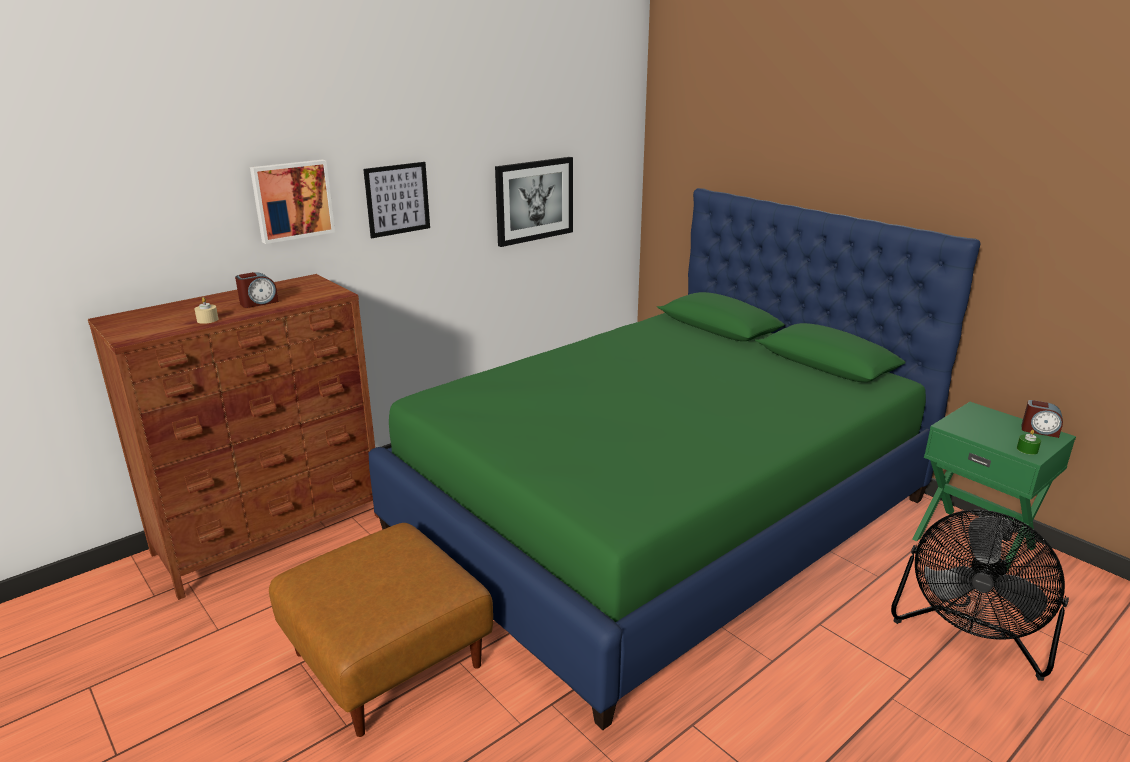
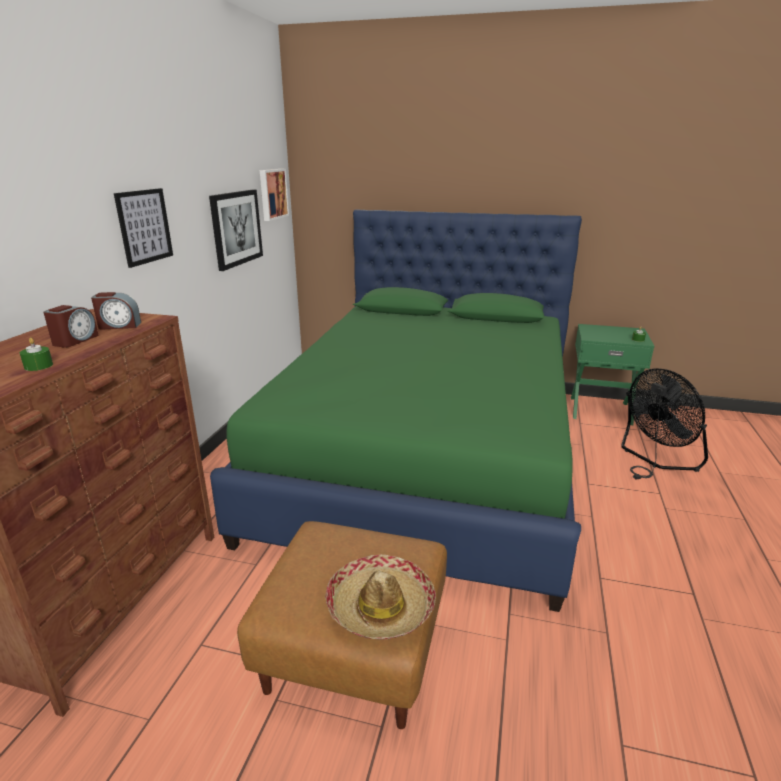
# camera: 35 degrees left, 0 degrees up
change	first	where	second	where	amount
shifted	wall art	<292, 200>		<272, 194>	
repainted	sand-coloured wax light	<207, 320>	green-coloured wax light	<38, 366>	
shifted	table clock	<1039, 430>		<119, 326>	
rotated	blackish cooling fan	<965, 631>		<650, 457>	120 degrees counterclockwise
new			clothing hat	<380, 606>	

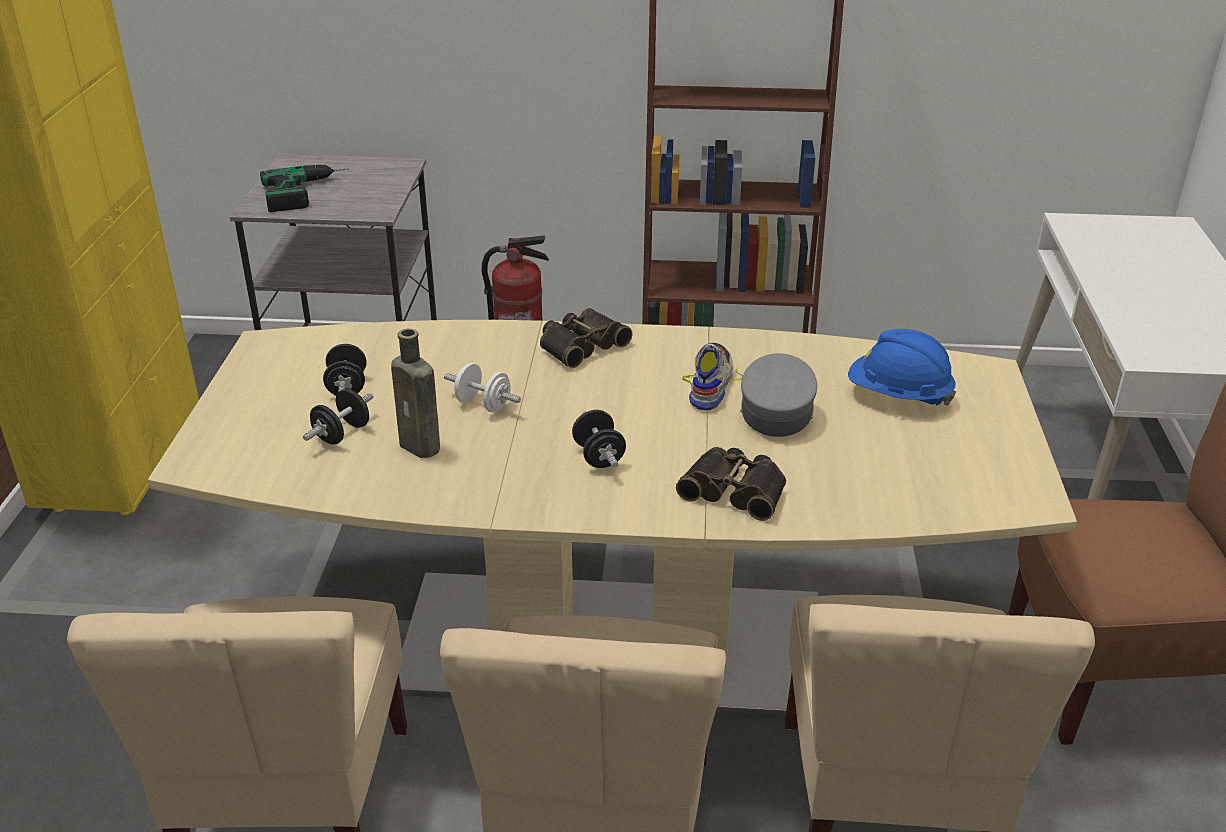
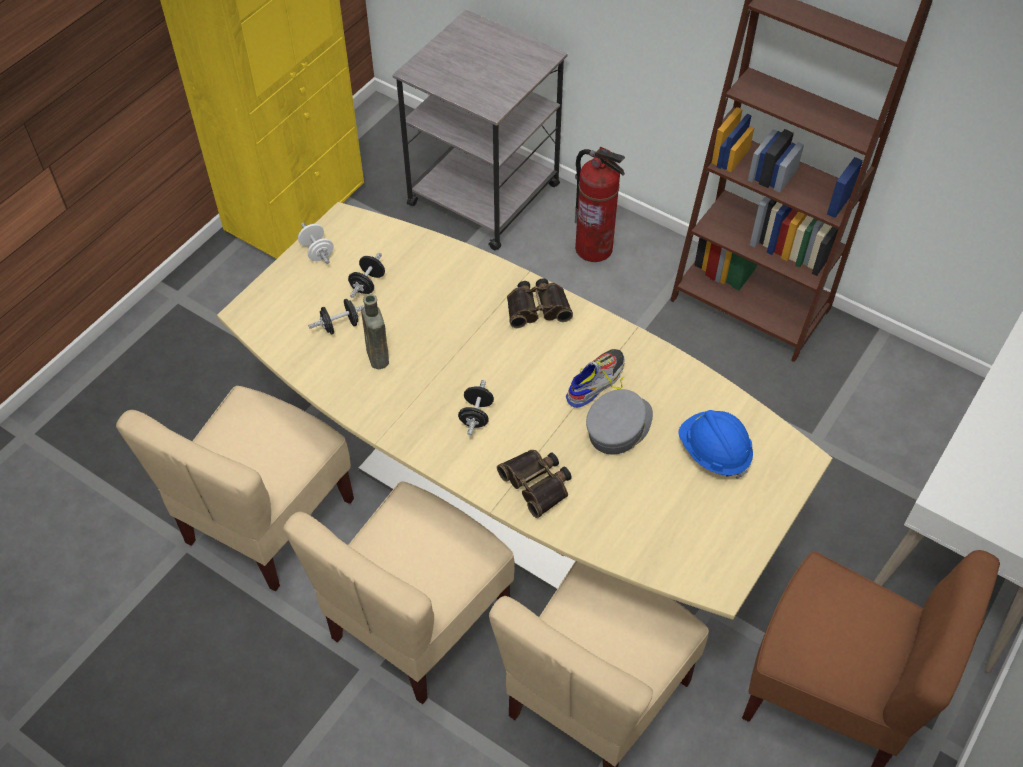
# camera: 30 degrees right, 20 degrees up
change	first	where	second	where	amount
gone	electric drill	<309, 192>			
shifted	white-coloured free weight	<483, 404>		<317, 252>	

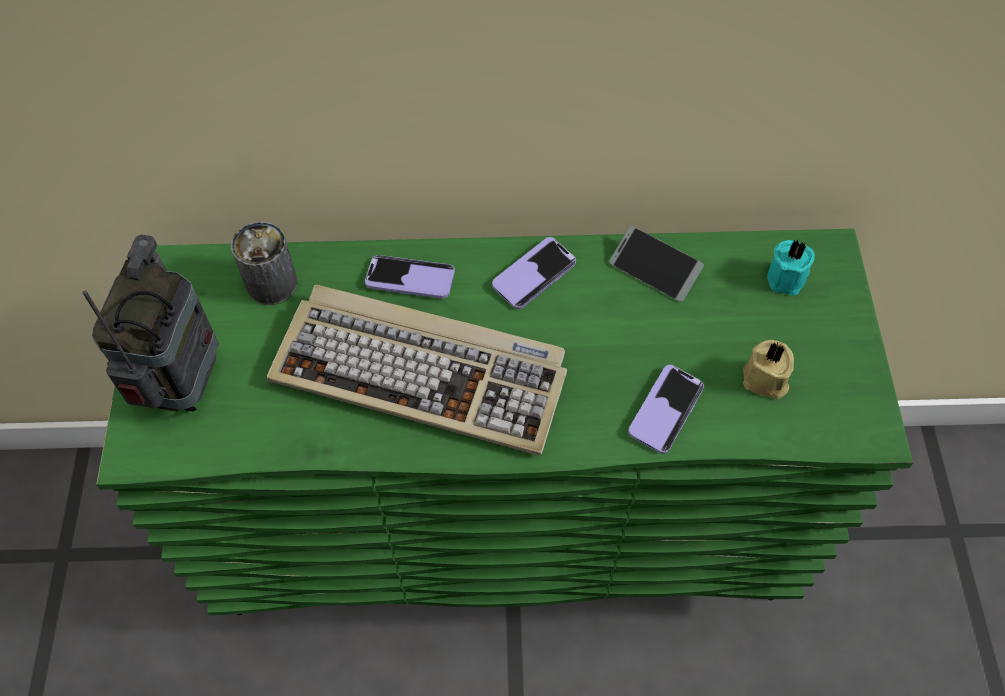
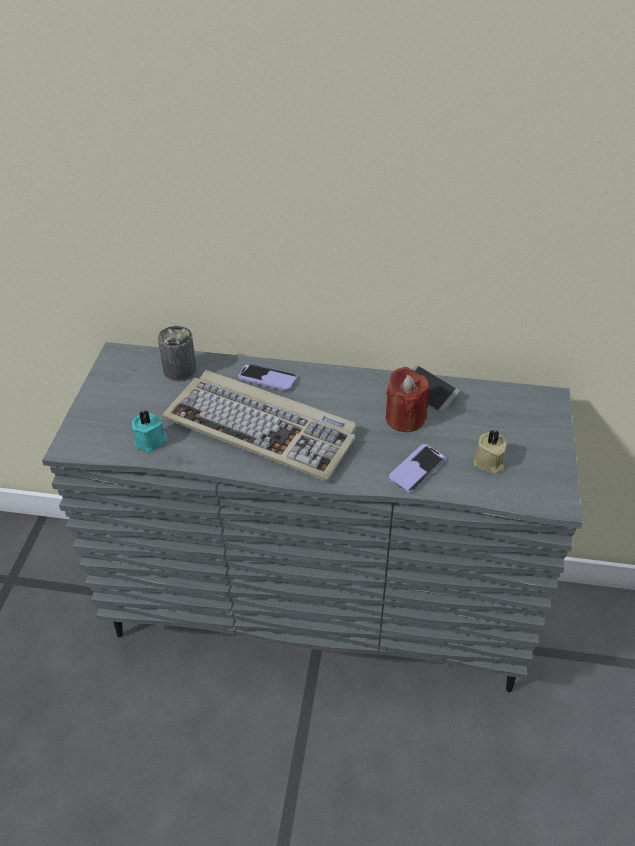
# camera: 10 degrees right, 15 degrees down
change	first	where	second	where	amount
repainted	green-coloured dresser	<504, 533>	grey dresser	<318, 614>	
gone	radio receiver	<183, 383>			
gone	phone	<534, 274>			
shifted	turquoise-coloured wax light	<788, 277>		<151, 441>	
new			reddish wax light	<405, 418>	

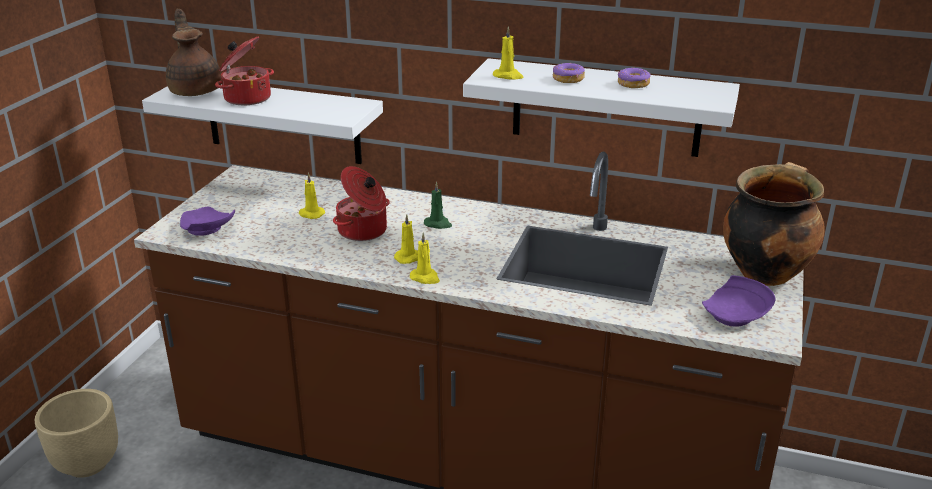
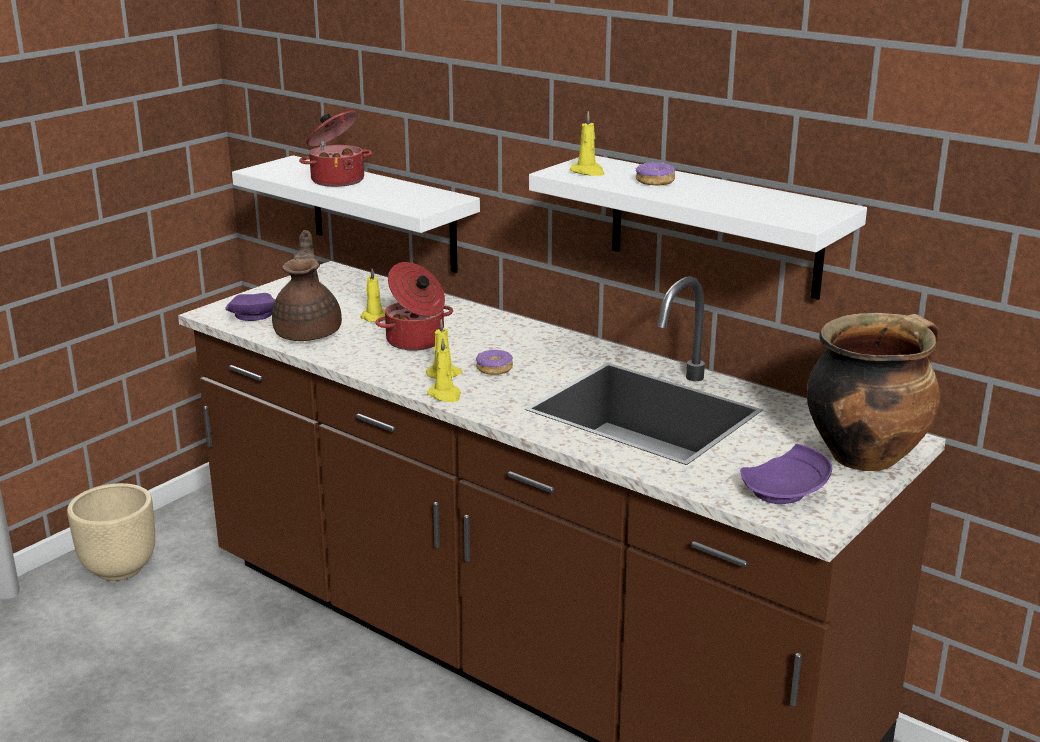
# camera: 20 degrees right, 5 degrees down
change	first	where	second	where	amount
shifted	brown-coloured teapot	<196, 90>		<309, 332>	
shifted	ring doughnut	<633, 84>		<494, 369>	
gone	green-coloured wax light	<438, 224>			

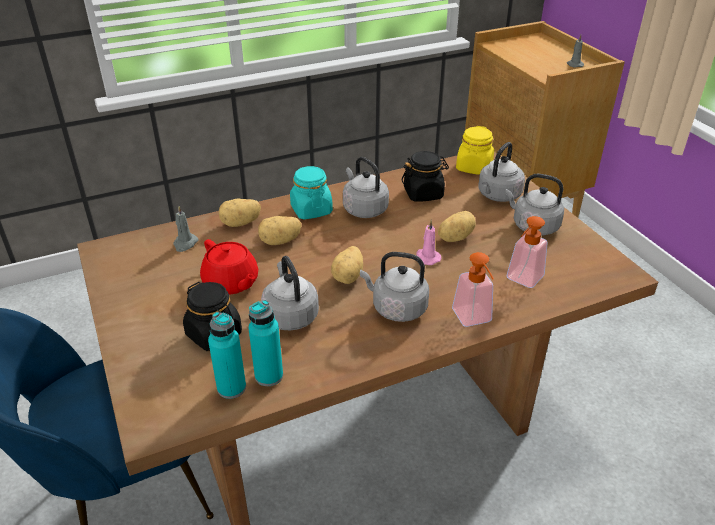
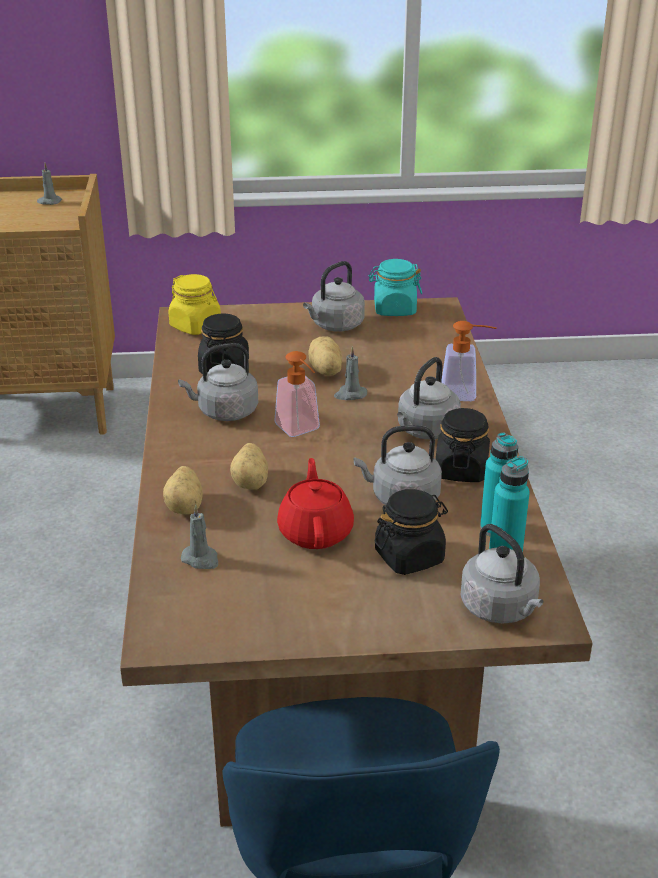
# camera: 70 degrees left, 5 degrees down
change	first	where	second	where	amount
shifted	grey water kettle	<498, 196>		<501, 609>	
shifted	turquoise-coloured storage jar	<311, 210>		<394, 309>	
shifted	liquid soap bottle	<521, 280>		<301, 430>	
repainted	pink wax light	<427, 257>	grey wax light	<350, 394>	
rotated	reddish teapot	<231, 283>		<316, 531>	75 degrees counterclockwise
gone	spud	<349, 276>			
new			blackish storage jar	<461, 470>	

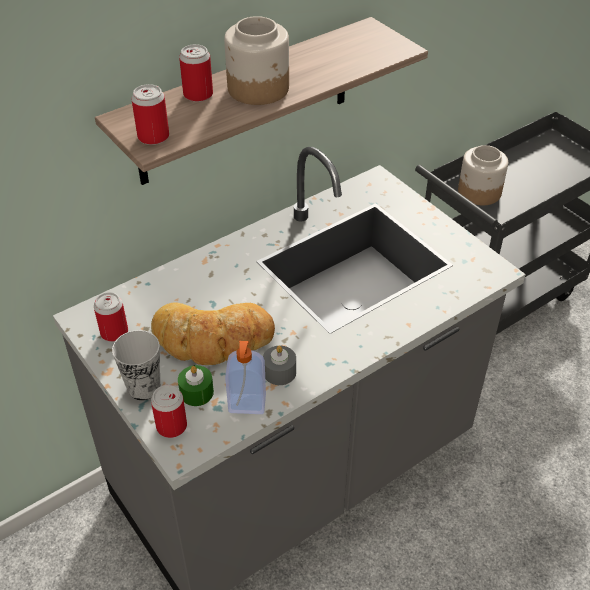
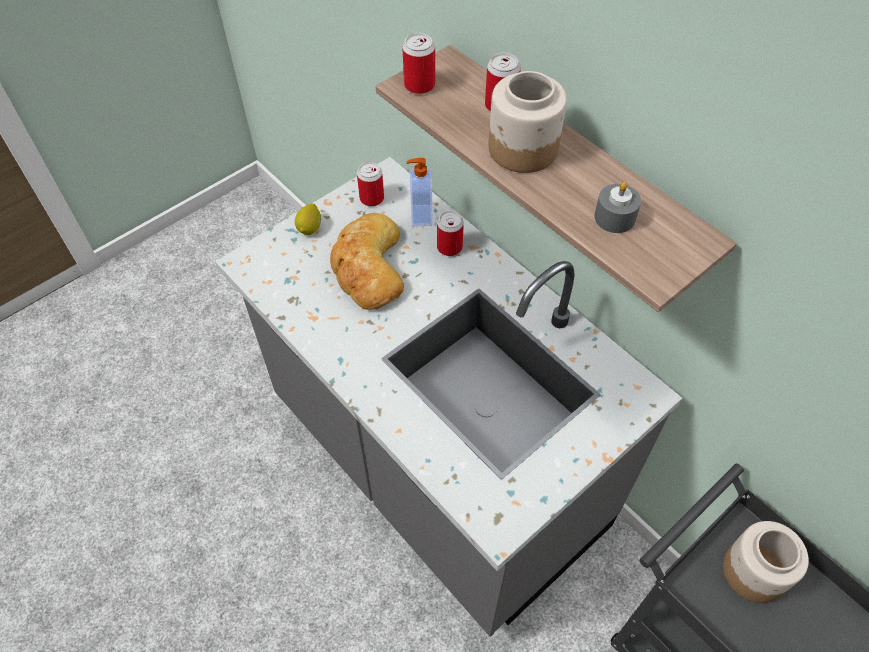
# camera: 85 degrees right, 10 degrees up
change	first	where	second	where	amount
swapped	small cup	<144, 387>	citrus fruit	<310, 228>	
shifted	liquid soap bottle	<247, 405>		<420, 216>	
shifted	grey wax light	<279, 372>		<614, 217>	
gone	green-coloured wax light	<196, 392>			
shifted	metal can	<171, 426>		<449, 247>	

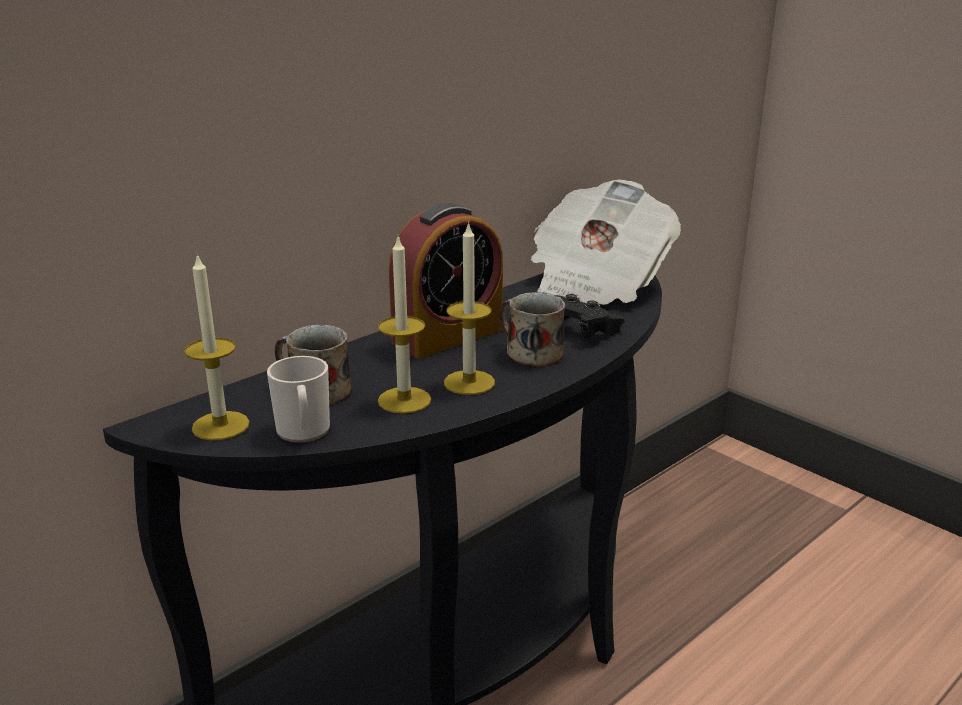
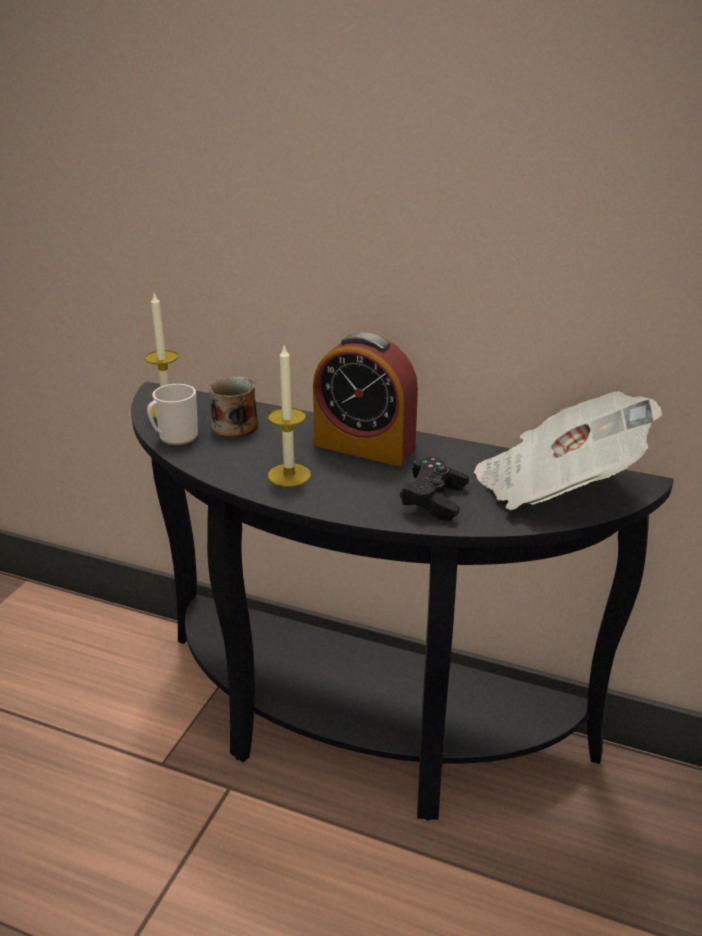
# camera: 65 degrees right, 5 degrees up
change	first	where	second	where	amount
gone	wax light	<404, 400>			
gone	mug	<531, 353>			

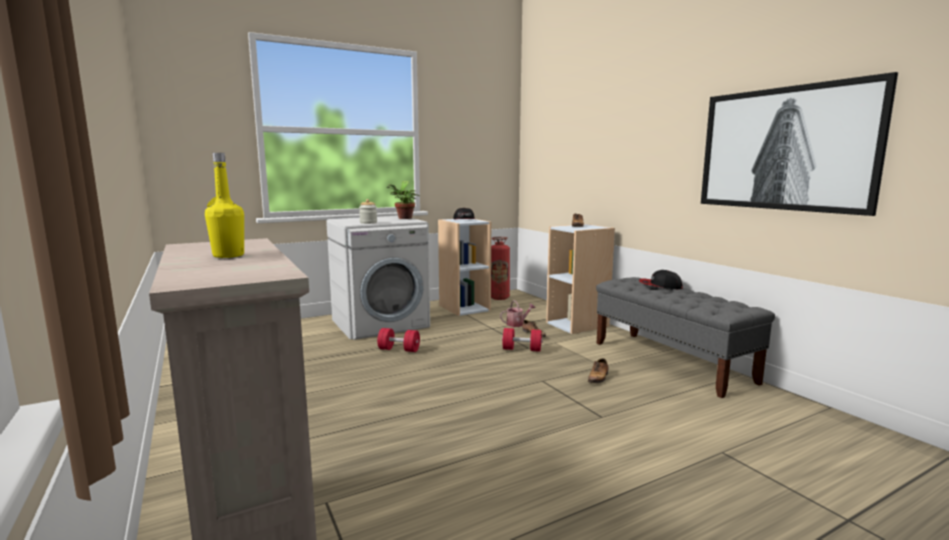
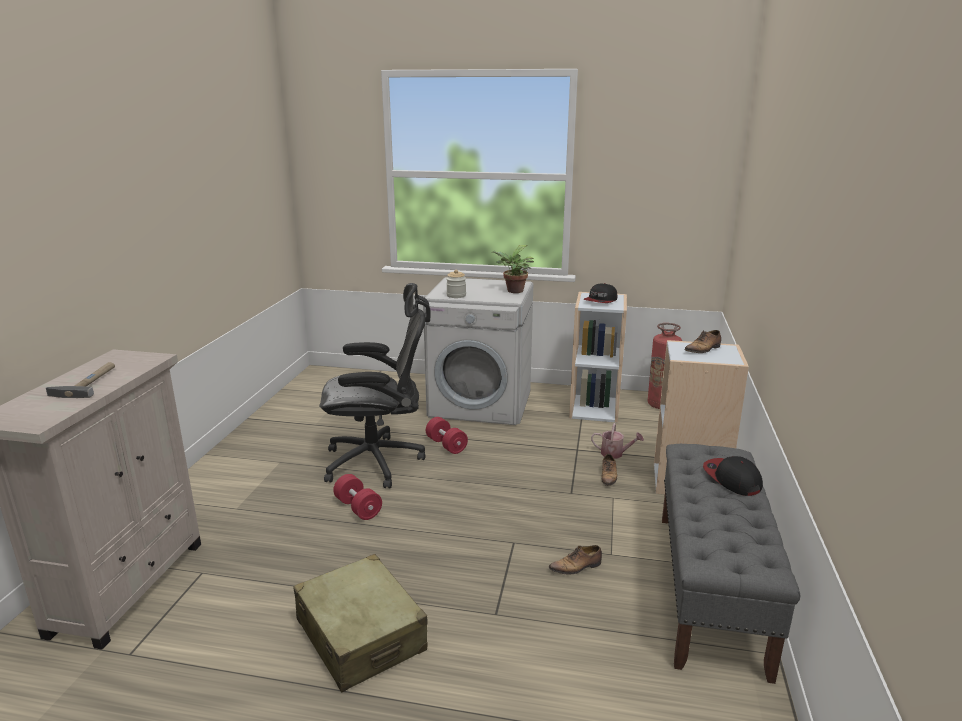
# camera: 40 degrees right, 10 degrees up
change	first	where	second	where	amount
gone	wall art	<784, 149>			
swapped	yellow-coloured beverage bottle	<228, 255>	hand hammer	<89, 382>	
shifted	reddish free weight	<522, 349>		<358, 508>	
new			office chair	<378, 462>	
new			sand-coloured suitcase	<361, 635>	

